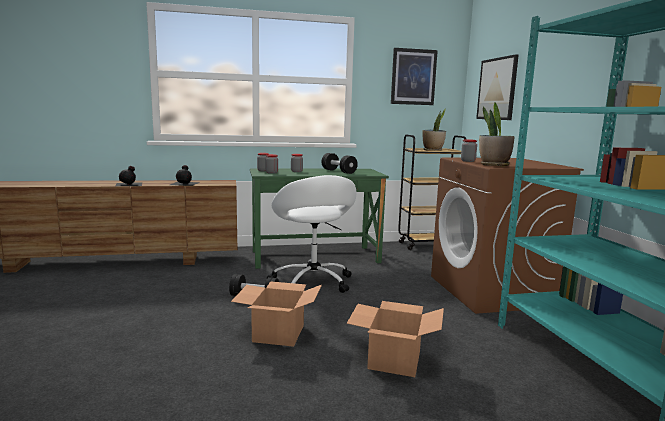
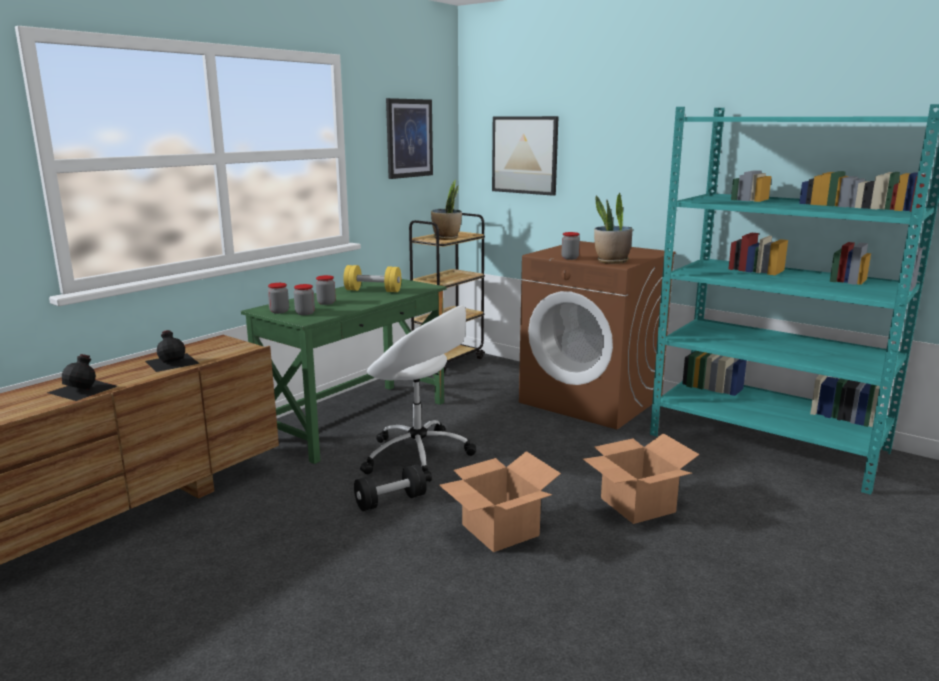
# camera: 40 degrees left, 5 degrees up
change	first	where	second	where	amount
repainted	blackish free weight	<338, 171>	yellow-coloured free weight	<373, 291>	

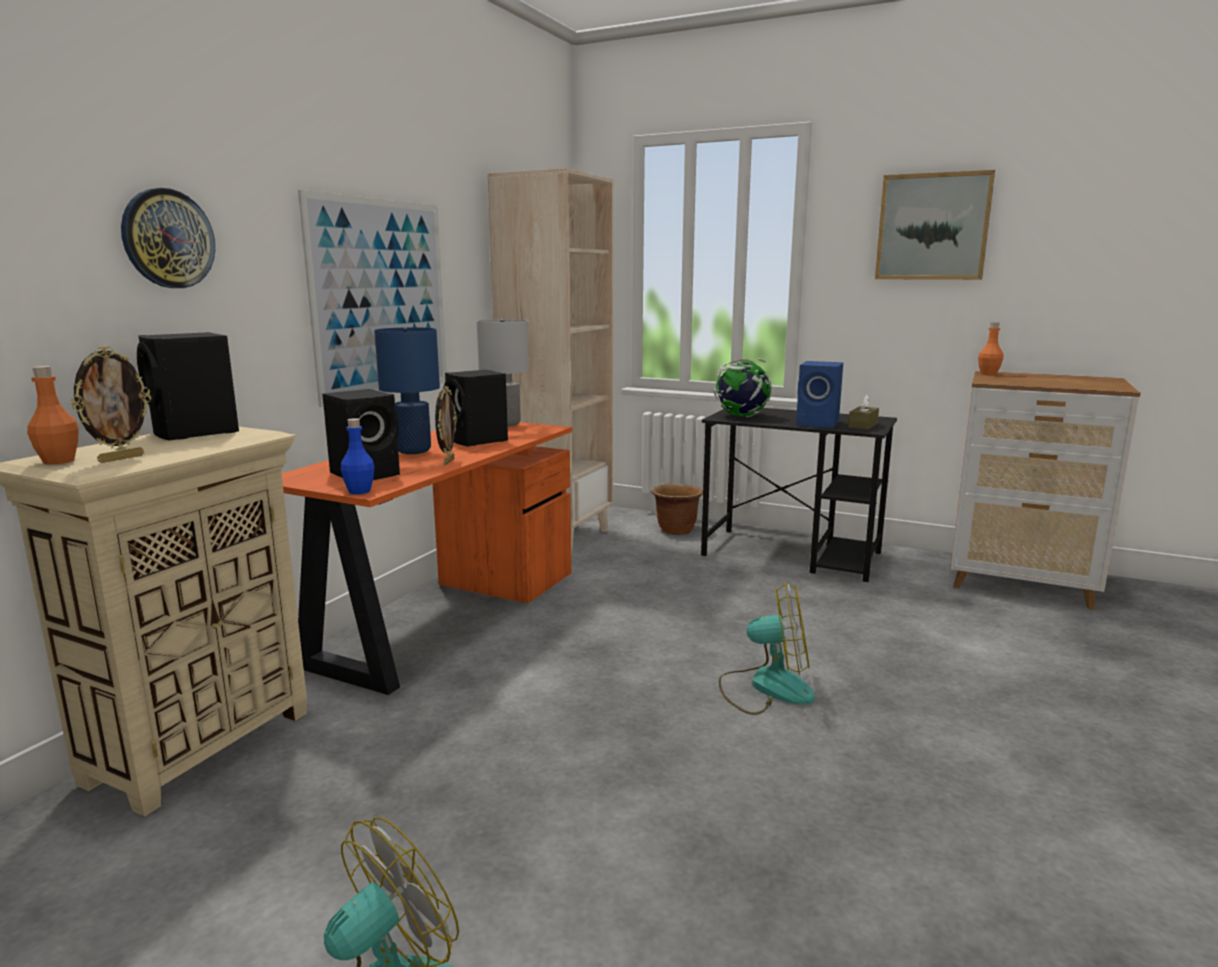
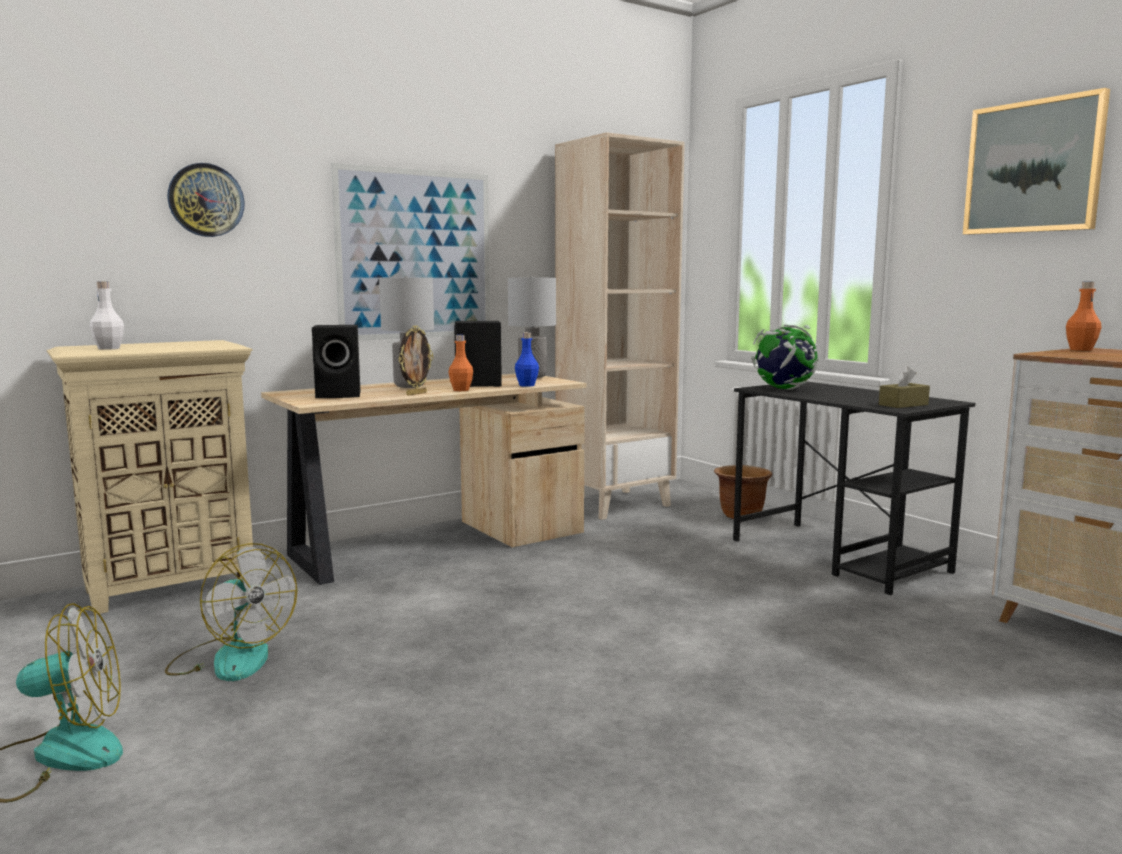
# camera: 30 degrees right, 5 degrees down
change	first	where	second	where	amount
repainted	bluish table lamp	<413, 452>	grey table lamp	<409, 387>	
gone	blackish loudspeaker	<195, 433>			
swapped	standing frame	<121, 458>	white-coloured beverage bottle	<109, 348>	
gone	bluish loudspeaker	<819, 423>			
shifted	orange-coloured beverage bottle	<59, 461>		<461, 390>	
shifted	bluish beverage bottle	<359, 491>		<527, 385>	
repainted	orange-coloured desk unit	<444, 615>	sand-coloured desk unit	<434, 543>	
shifted	cooling fan	<766, 687>		<231, 658>	

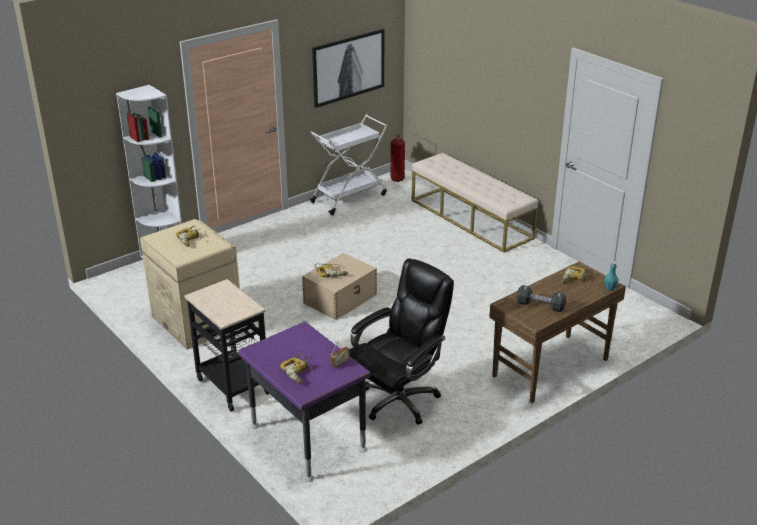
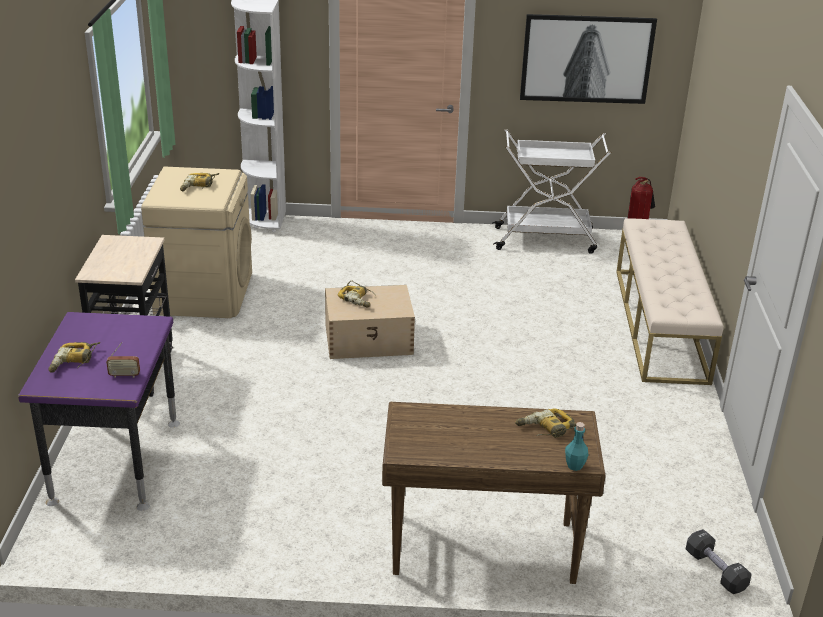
# camera: 40 degrees right, 0 degrees up
change	first	where	second	where	amount
gone	blackish office chair	<398, 401>			
shifted	blackish free weight	<540, 305>		<715, 571>	

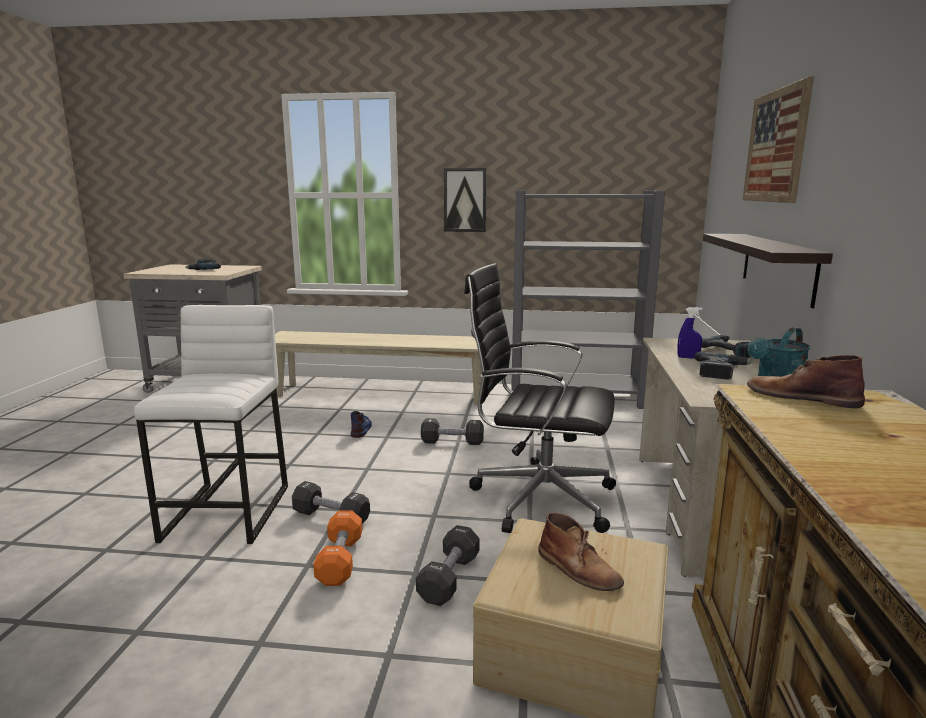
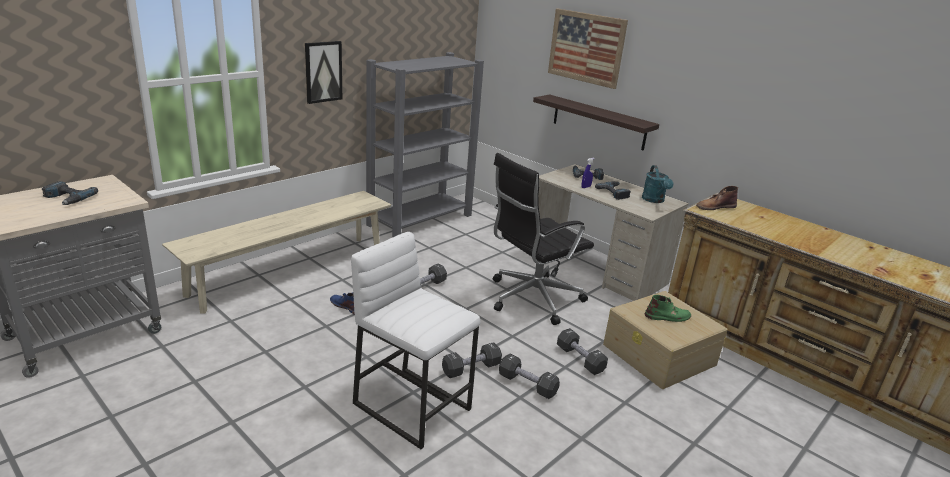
# camera: 55 degrees left, 10 degrees up
change	first	where	second	where	amount
repainted	orange-coloured free weight	<340, 560>	blackish free weight	<527, 384>	
repainted	brown-coloured high-top boot	<578, 569>	green-coloured high-top boot	<668, 317>	

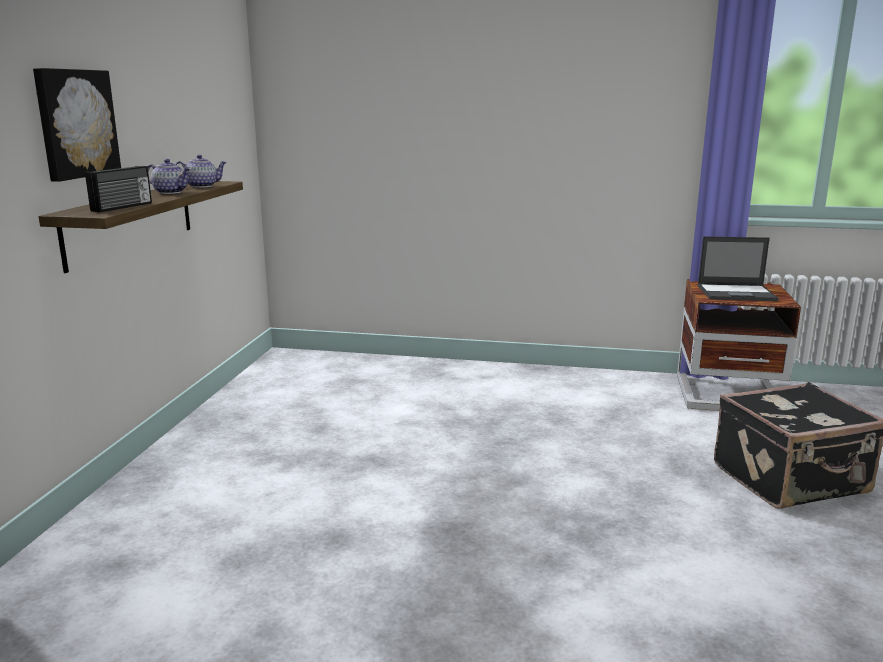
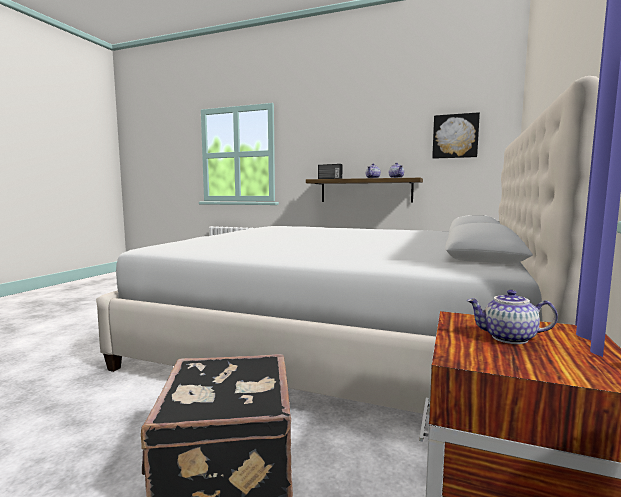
# camera: 100 degrees right, 10 degrees down
change	first	where	second	where	amount
shifted	wall art	<75, 123>		<455, 136>	
swapped	notebook computer	<737, 293>	teapot	<508, 338>	
new			white-coloured bedroom bed	<343, 338>	

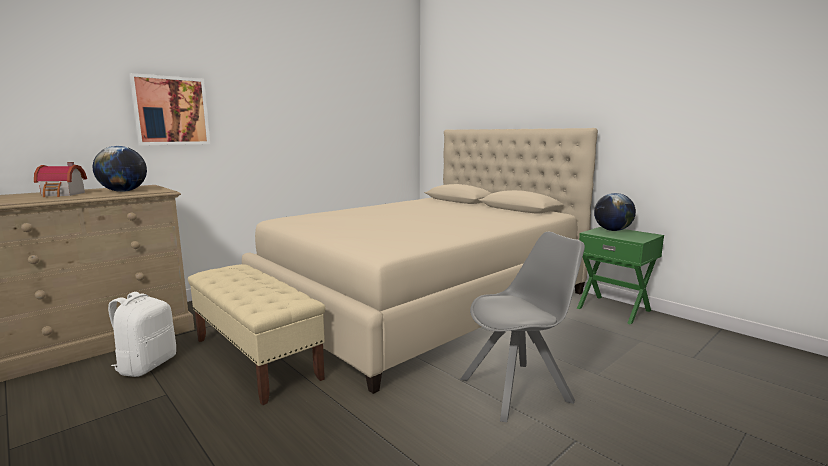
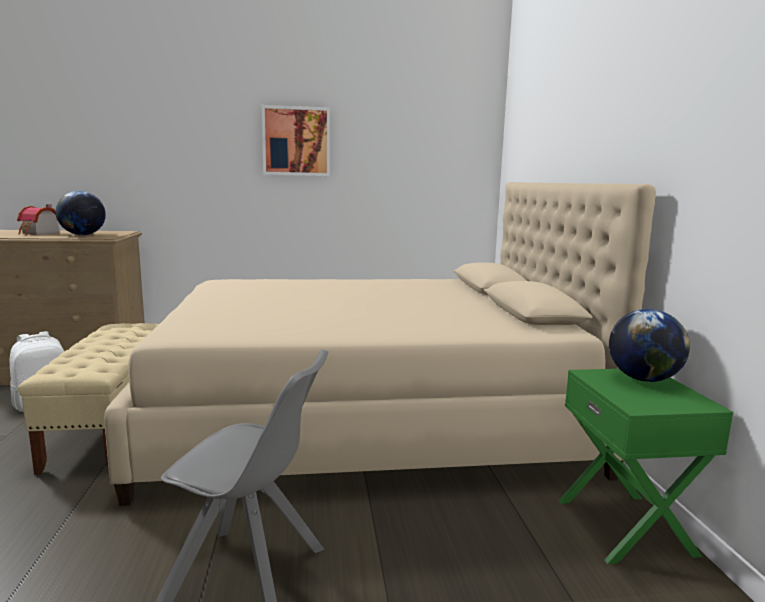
# camera: 35 degrees right, 0 degrees up
change	first	where	second	where	amount
shifted	wall art	<171, 111>		<296, 141>	

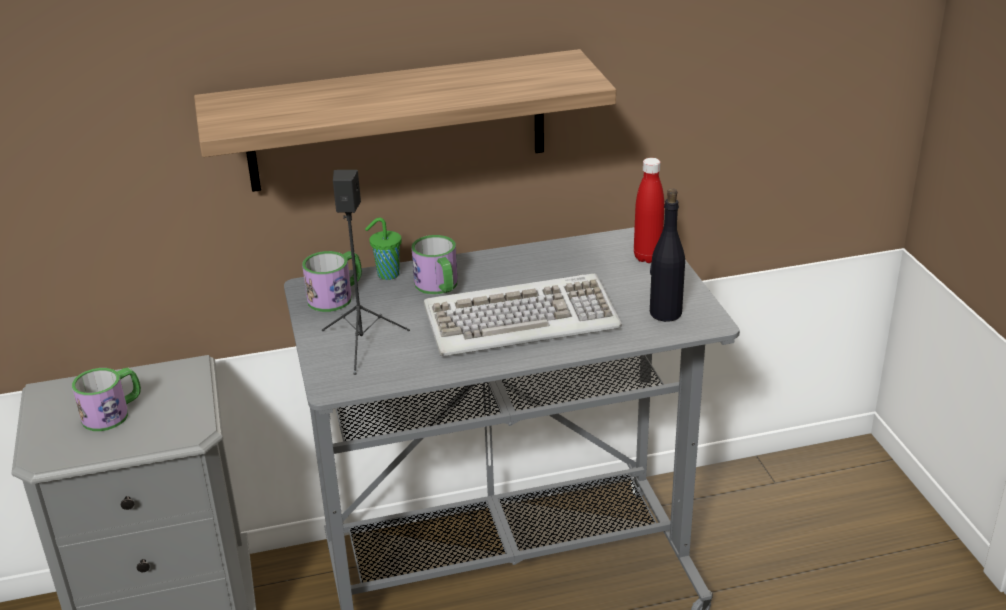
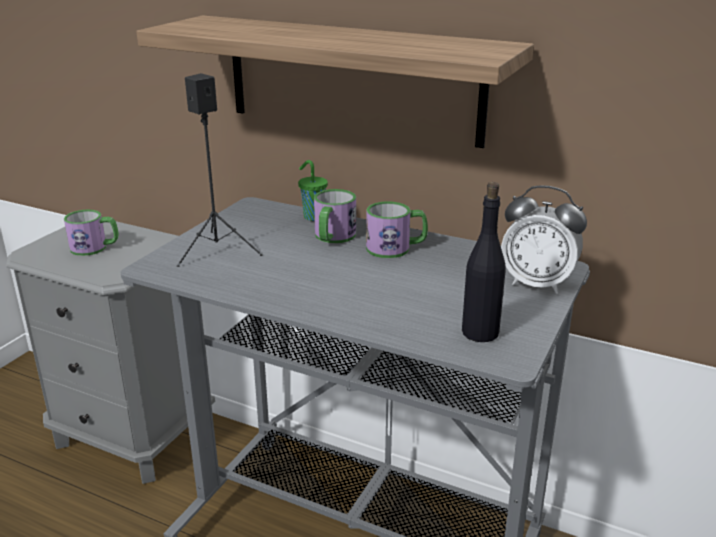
# camera: 40 degrees right, 5 degrees down
change	first	where	second	where	amount
swapped	reddish beverage bottle	<647, 257>	table clock	<537, 283>	
shifted	mug	<336, 296>		<396, 248>	
gone	keyboard	<521, 320>			

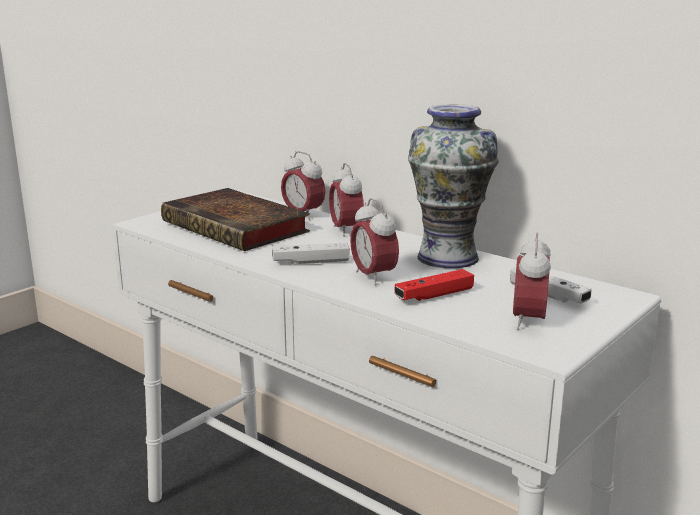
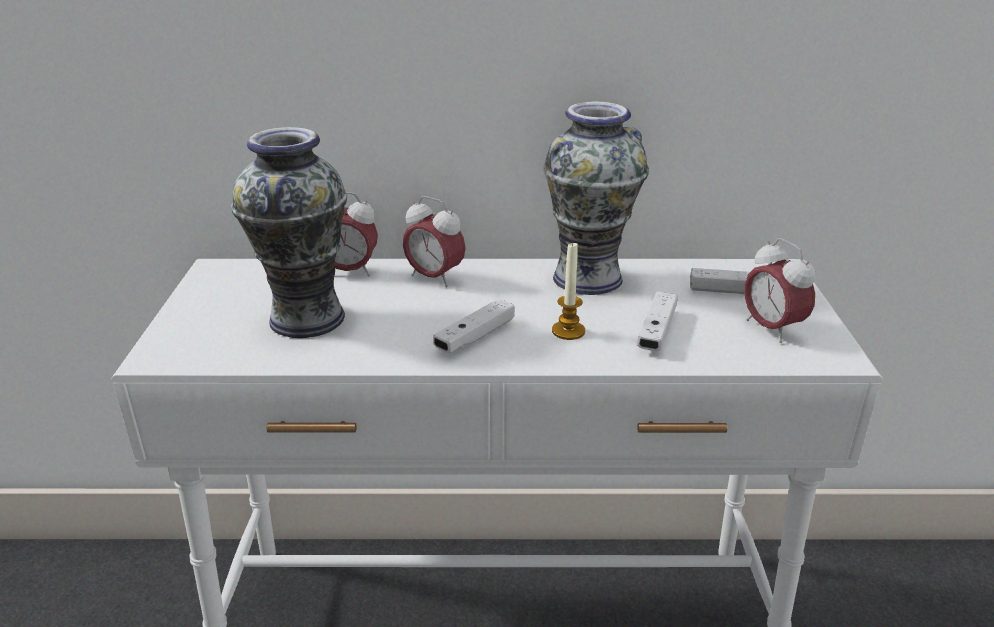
# camera: 40 degrees left, 10 degrees up
change	first	where	second	where	amount
swapped	bound book	<238, 228>	flower vase	<308, 318>	
swapped	table clock	<373, 277>	wax light	<568, 331>	
repainted	reddish game controller	<434, 295>	white-coloured game controller	<656, 331>	

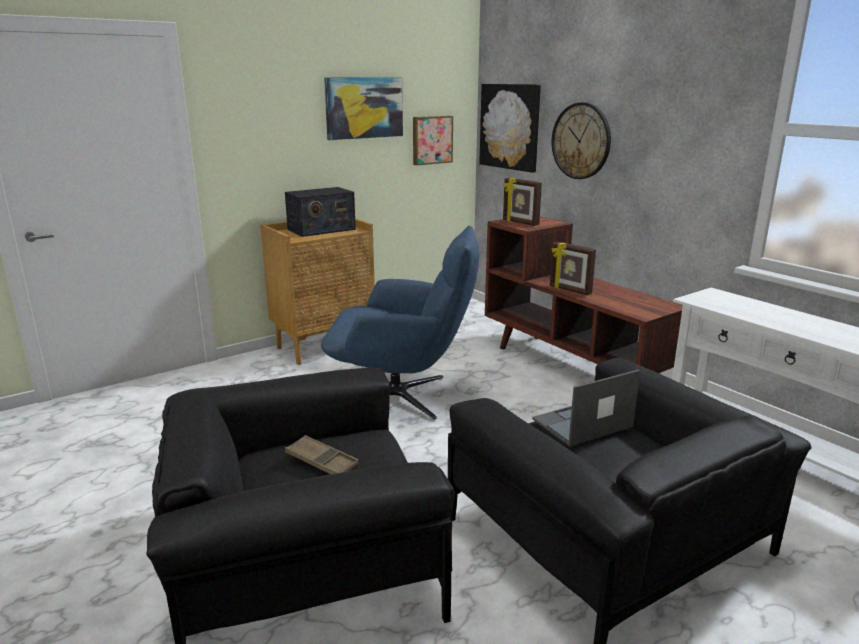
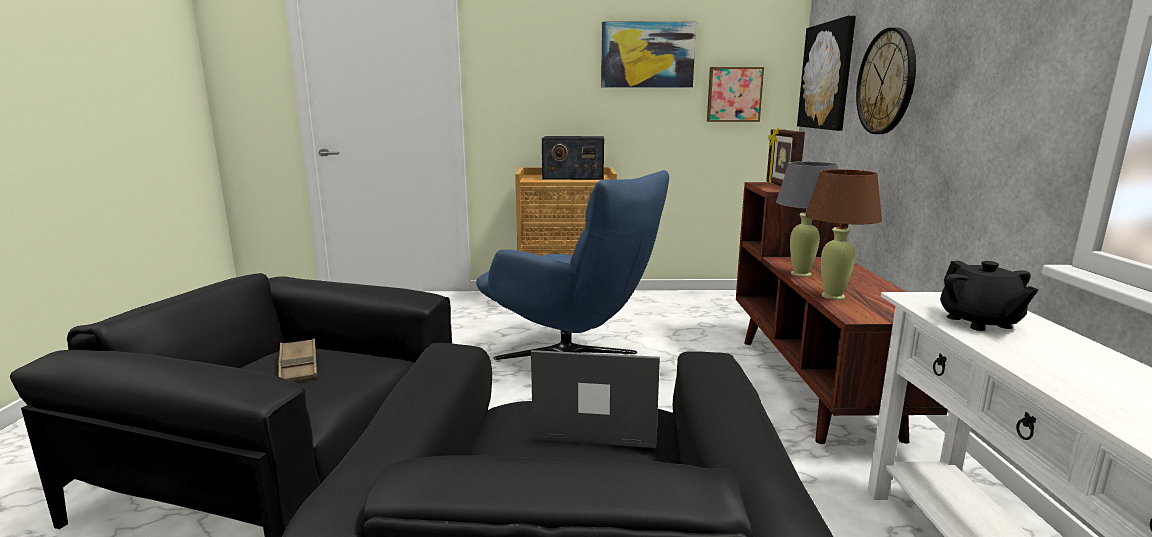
# camera: 35 degrees right, 5 degrees down
change	first	where	second	where	amount
swapped	standing frame	<569, 290>	grey table lamp	<801, 274>	
new			brown-coloured table lamp	<833, 296>	
new			blackish teapot	<979, 322>	

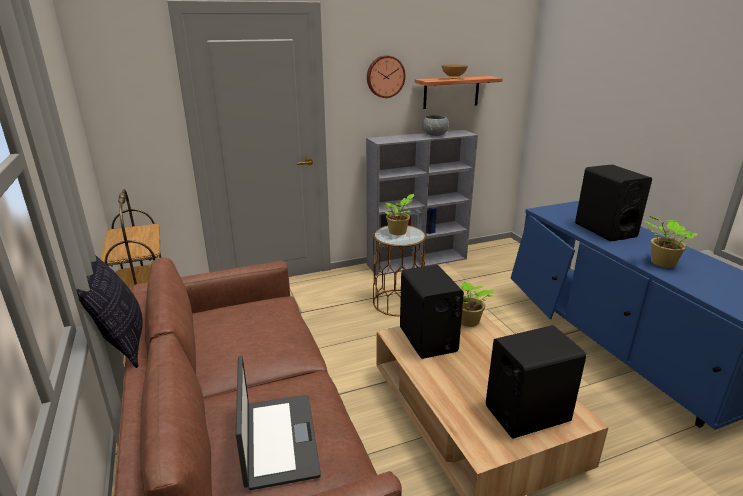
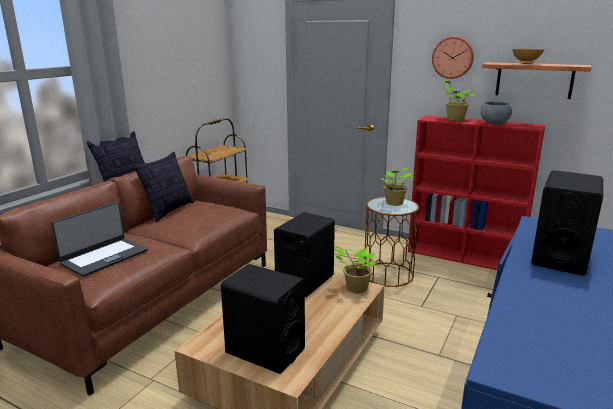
# camera: 50 degrees right, 5 degrees down
change	first	where	second	where	amount
repainted	grey shelving unit	<418, 261>	reddish shelving unit	<465, 257>	
shifted	potted plant	<661, 263>		<454, 119>	
new			throw pillow	<169, 211>	

